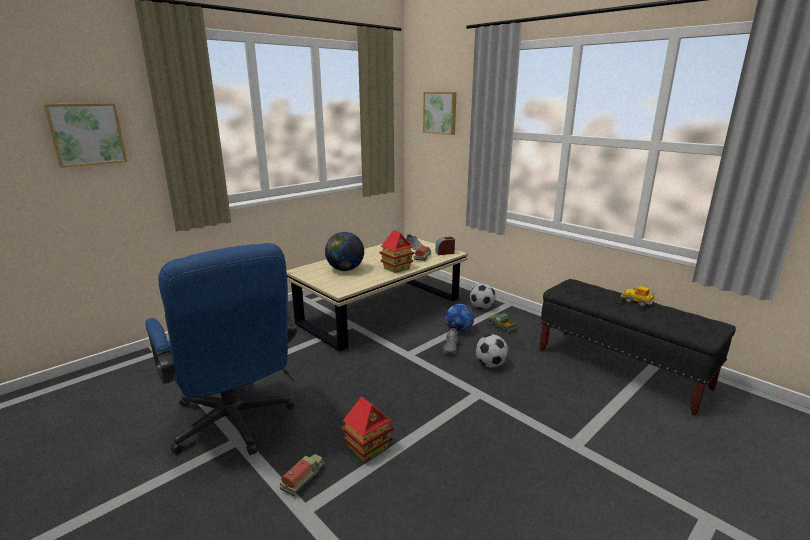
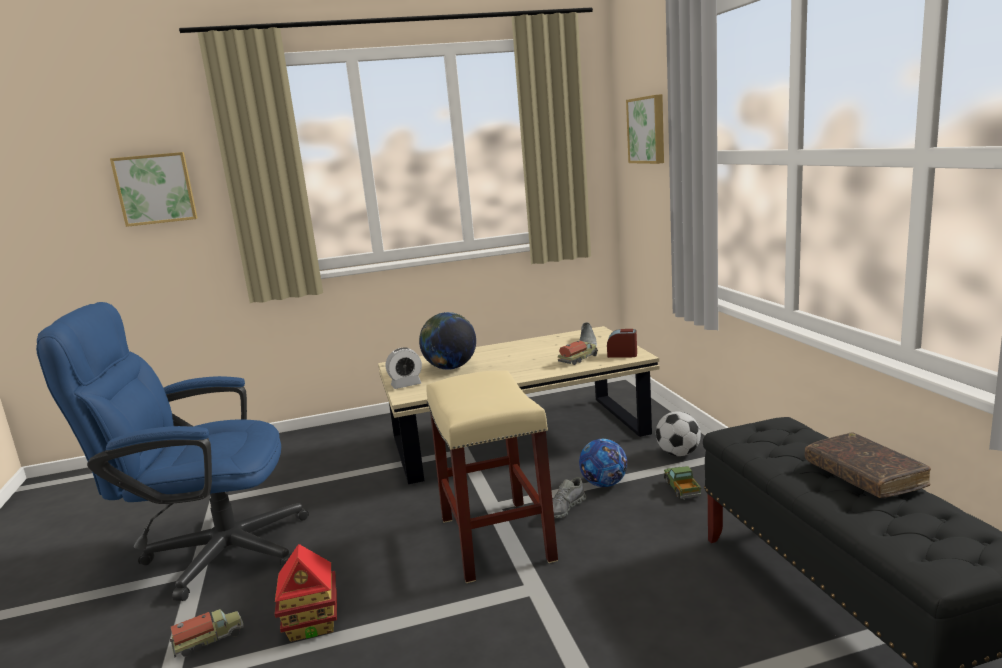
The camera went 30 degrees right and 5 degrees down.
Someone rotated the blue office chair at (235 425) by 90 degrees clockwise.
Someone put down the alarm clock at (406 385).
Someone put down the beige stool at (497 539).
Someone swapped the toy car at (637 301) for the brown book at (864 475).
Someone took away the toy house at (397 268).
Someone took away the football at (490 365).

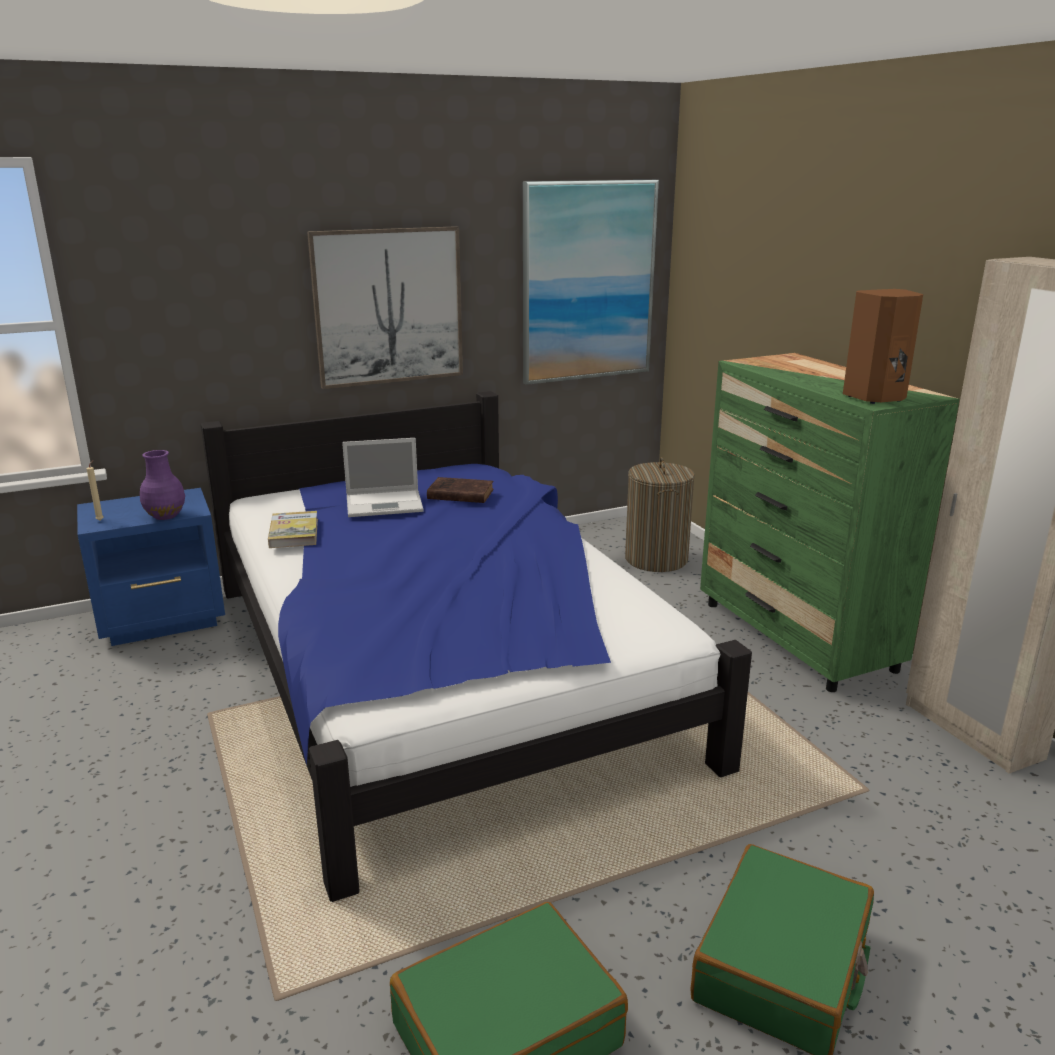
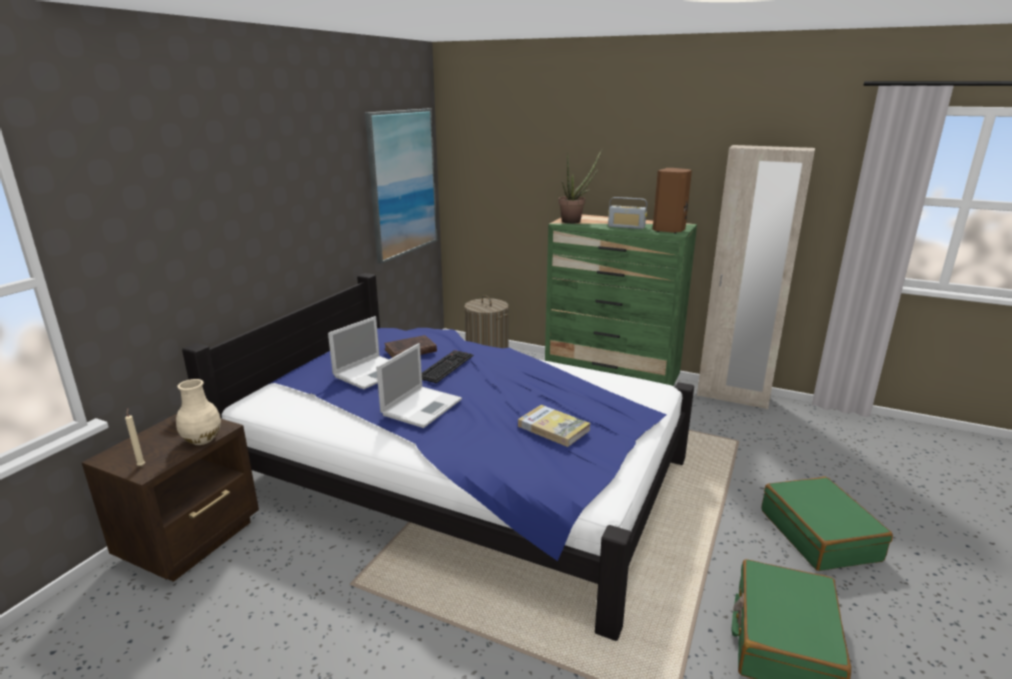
The camera went 40 degrees left and 0 degrees up.
Someone repainted the blue nightstand at (164 620), which became the brown nightstand at (193 539).
Someone repainted the purple vase at (166 516), which became the beige vase at (203 439).
Someone put down the laptop at (422 406).
Someone put down the keyboard at (445 366).
Someone carried the book from (294 533) to (553 428).
Someone put down the potted plant at (574 221).
Someone put down the radio at (626 227).
Someone took away the picture at (388 307).

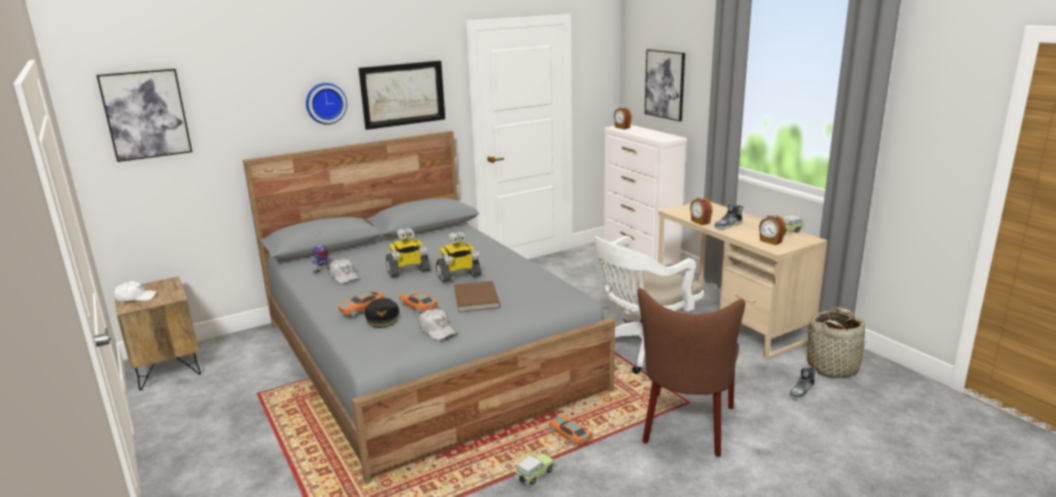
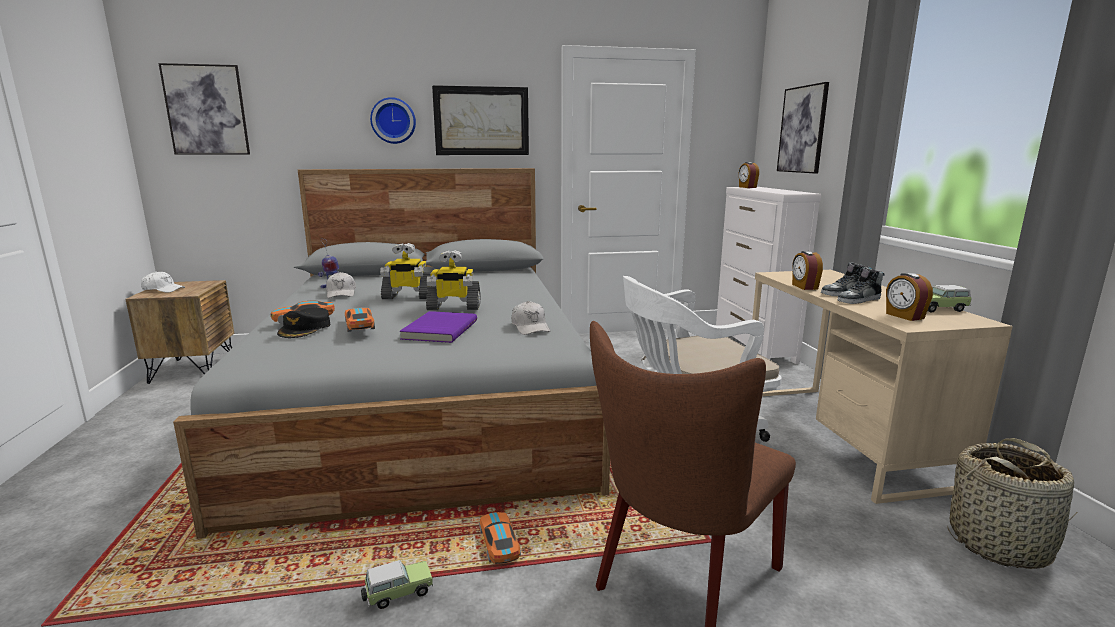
The camera went 20 degrees right and 5 degrees down.
Someone repainted the brown book at (475 299), which became the purple book at (438 330).
Someone carried the white cap from (437 330) to (530 327).
Someone carried the shoe from (802 392) to (859 300).

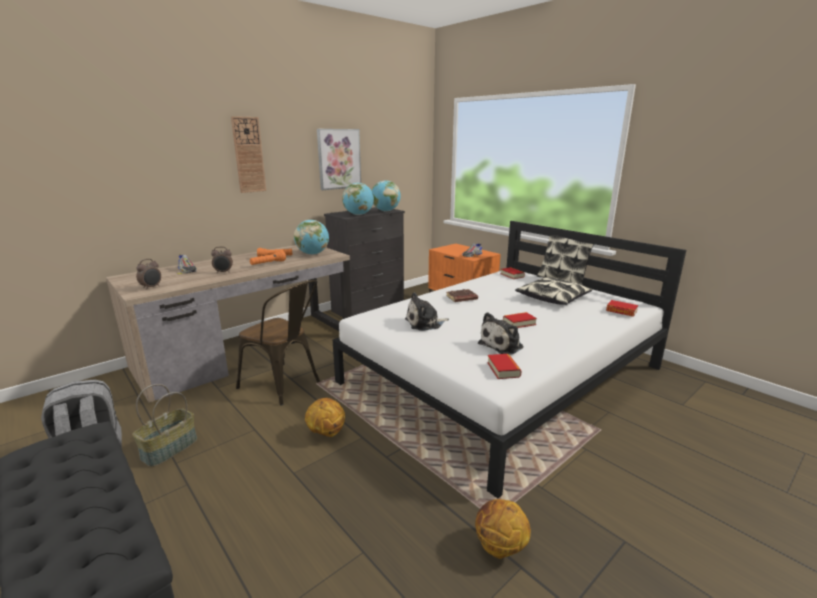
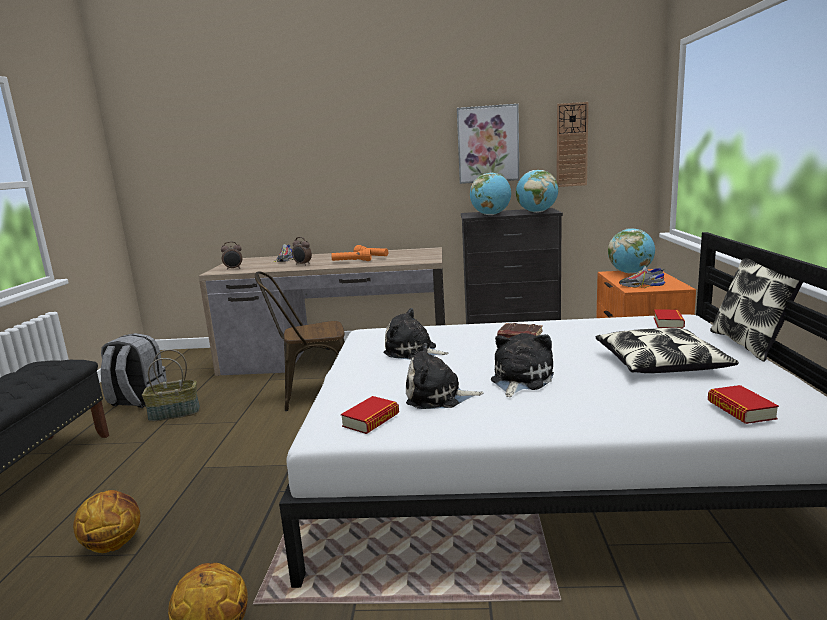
The camera went 45 degrees right and 5 degrees down.
Someone carried the basketball from (326 433) to (114 544).
Someone rotated the brown chair at (284 386) by 90 degrees clockwise.
Someone swapped the book at (519 323) for the plush toy at (519 380).
Someone carried the wall clock from (248 155) to (571 145).
Someone carried the globe from (312 254) to (630 273).

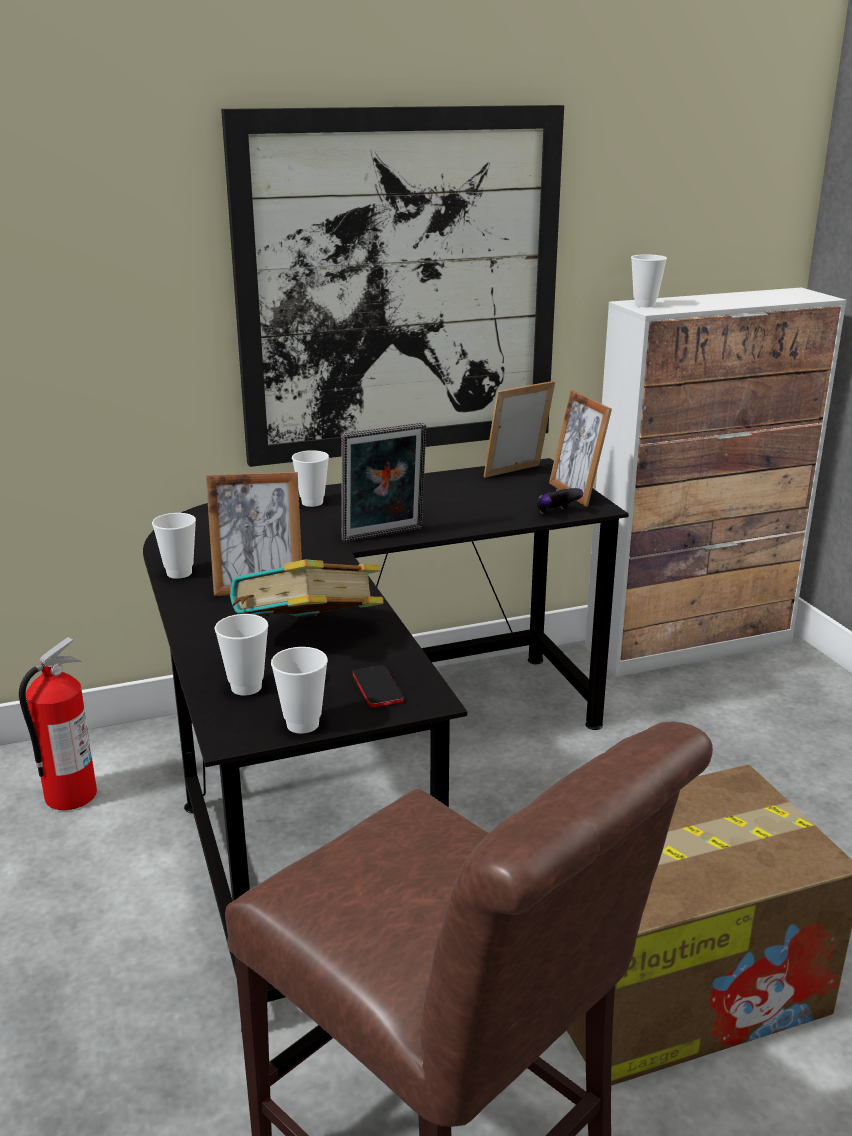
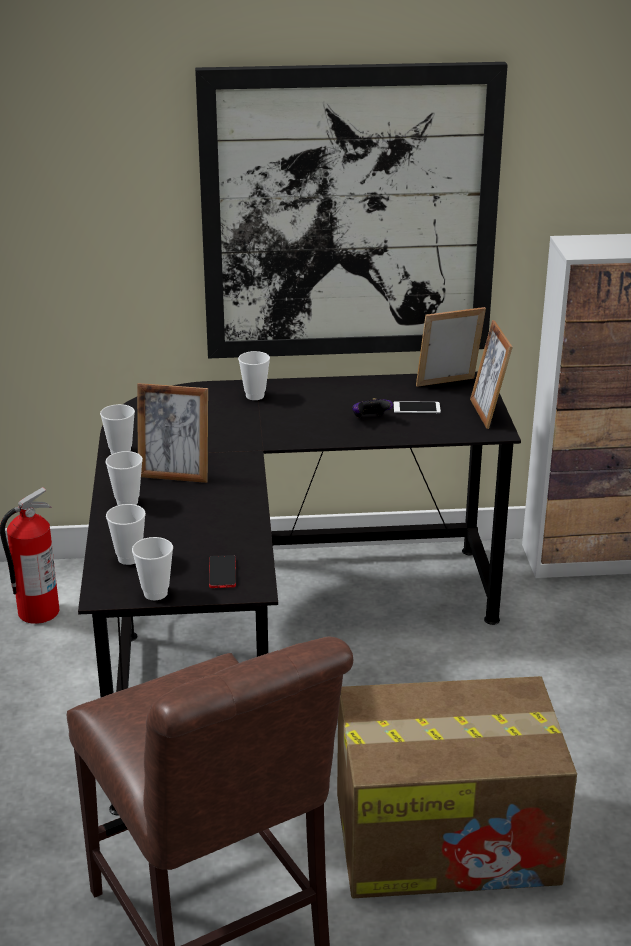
The camera went 15 degrees right and 5 degrees up.
Someone carried the cup from (644 305) to (127 502).
Someone carried the game controller from (556 513) to (370 419).
Someone put down the phone at (416 408).
Someone took away the book at (308 637).
Someone took away the picture frame at (384 535).

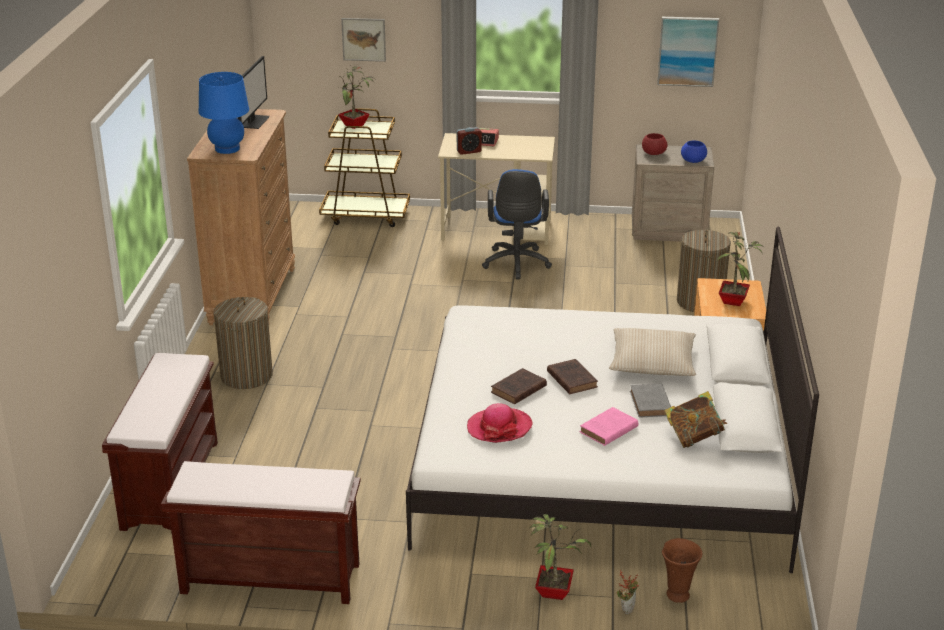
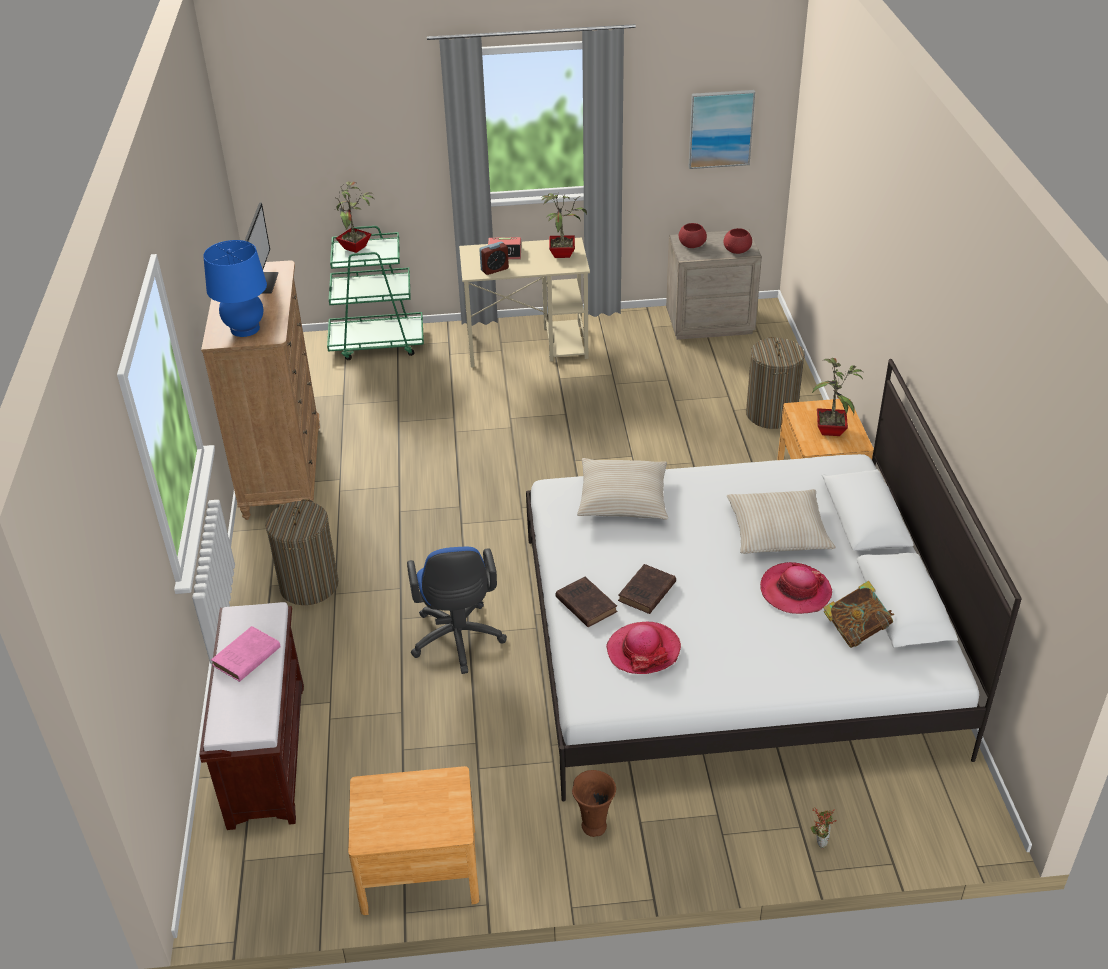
The camera went 10 degrees left and 10 degrees up.
Someone carried the pink book from (607 430) to (245 658).
Someone repainted the brown cart at (366 215), which became the green cart at (377 343).
Someone swapped the brown bench at (268 579) for the brown nightstand at (419 869).
Someone carried the blue office chair from (516 265) to (457 642).
Someone carried the potted plant from (554 591) to (562 253).
Someone carried the brown book from (571 379) to (585 604).
Someone carried the brown vase from (677 594) to (593 825).
Someone put down the beige pillow at (623 499).
Someone repainted the blue bowl at (693 161), which became the red bowl at (737 251).
Someone swapped the grey book at (650 404) for the hat at (795 591).
Someone took away the picture at (363 39).

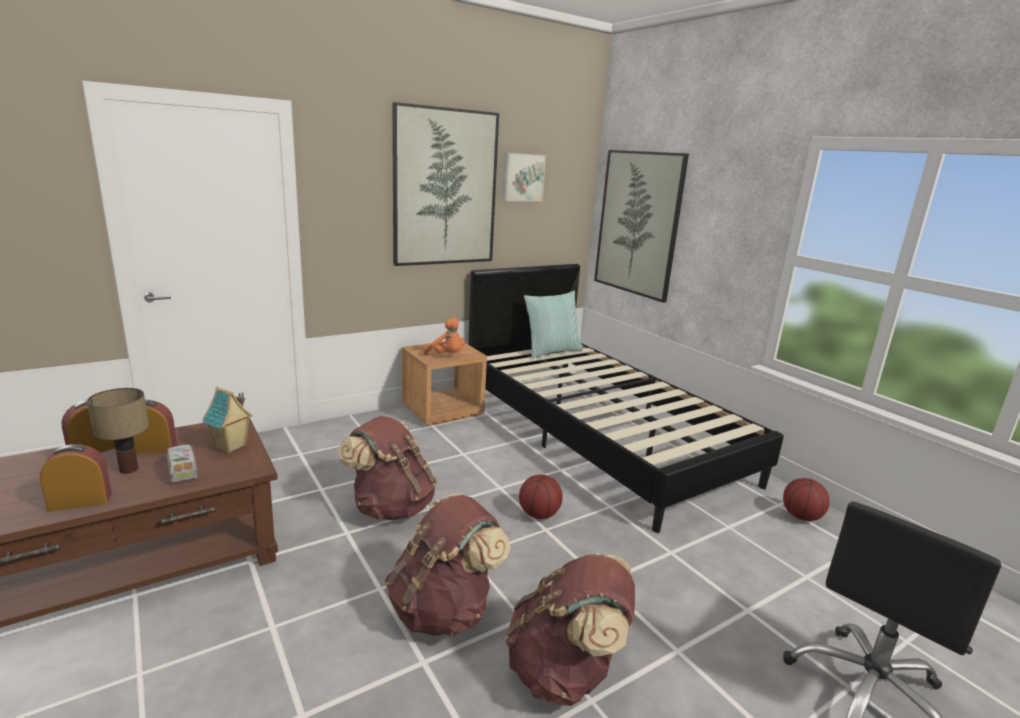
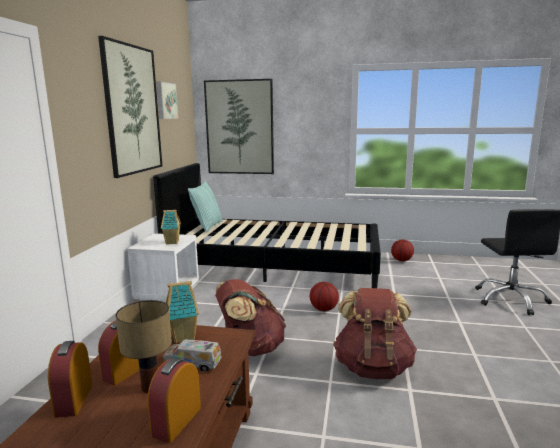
The camera went 45 degrees left and 5 degrees down.
Someone repainted the brown nightstand at (443 411), which became the white nightstand at (167 291).
Someone swapped the orange plush toy at (447 355) for the toy house at (172 242).
Someone took away the brown backpack at (565 672).

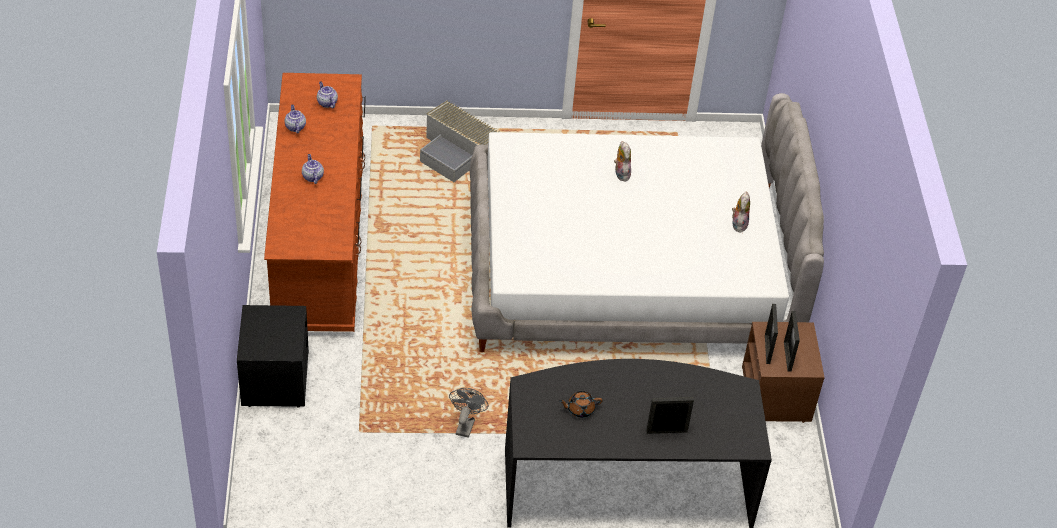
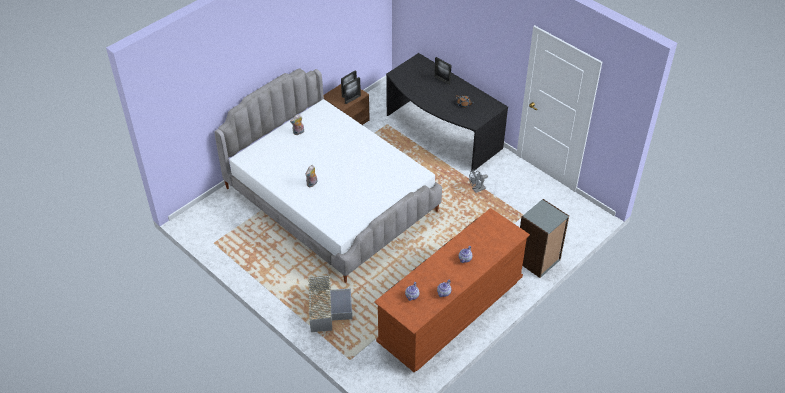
The camera went 130 degrees left and 0 degrees up.
Someone swapped the black nightstand at (274 378) for the grey bookcase at (538 260).

